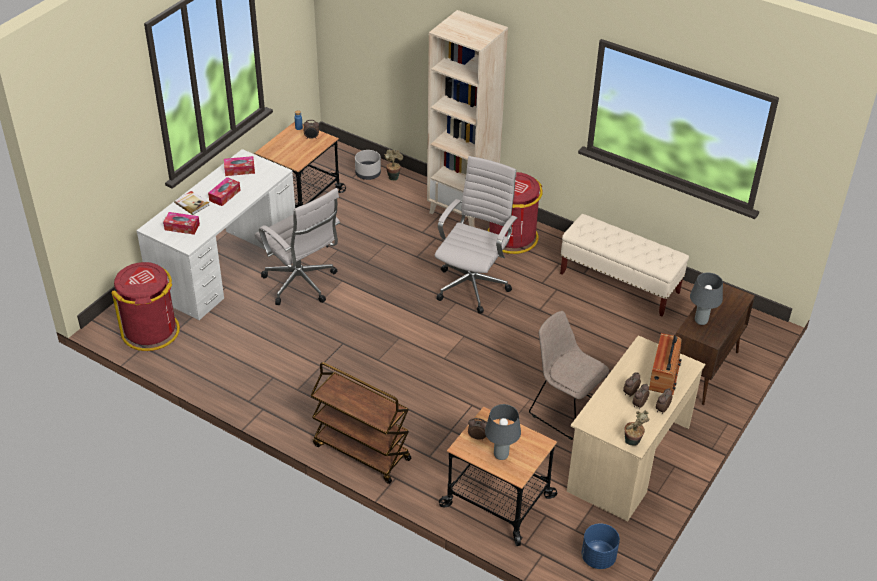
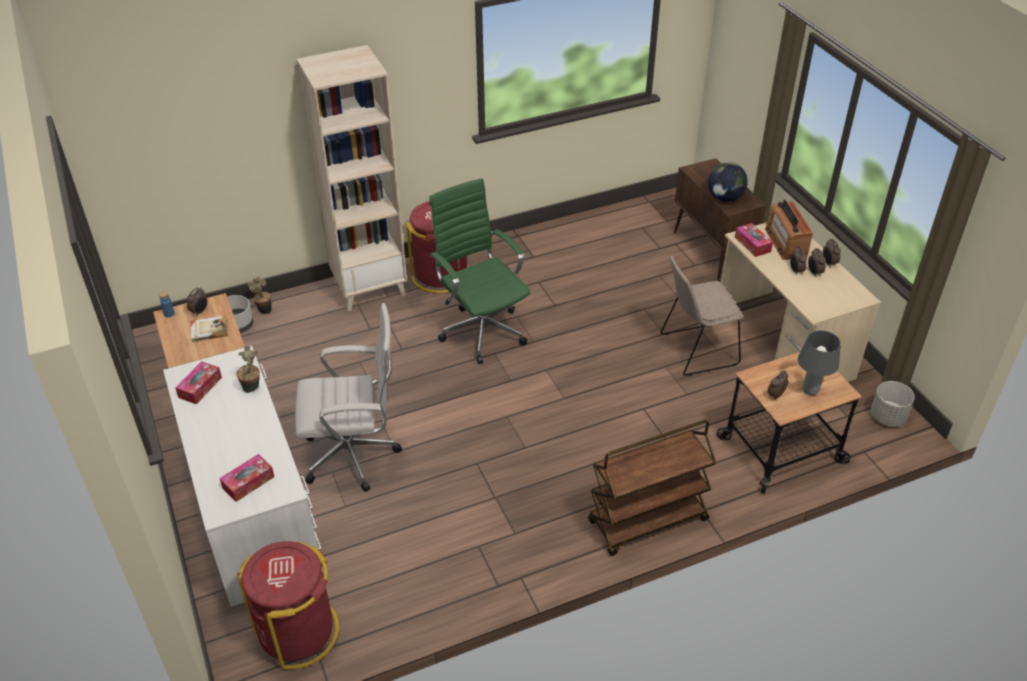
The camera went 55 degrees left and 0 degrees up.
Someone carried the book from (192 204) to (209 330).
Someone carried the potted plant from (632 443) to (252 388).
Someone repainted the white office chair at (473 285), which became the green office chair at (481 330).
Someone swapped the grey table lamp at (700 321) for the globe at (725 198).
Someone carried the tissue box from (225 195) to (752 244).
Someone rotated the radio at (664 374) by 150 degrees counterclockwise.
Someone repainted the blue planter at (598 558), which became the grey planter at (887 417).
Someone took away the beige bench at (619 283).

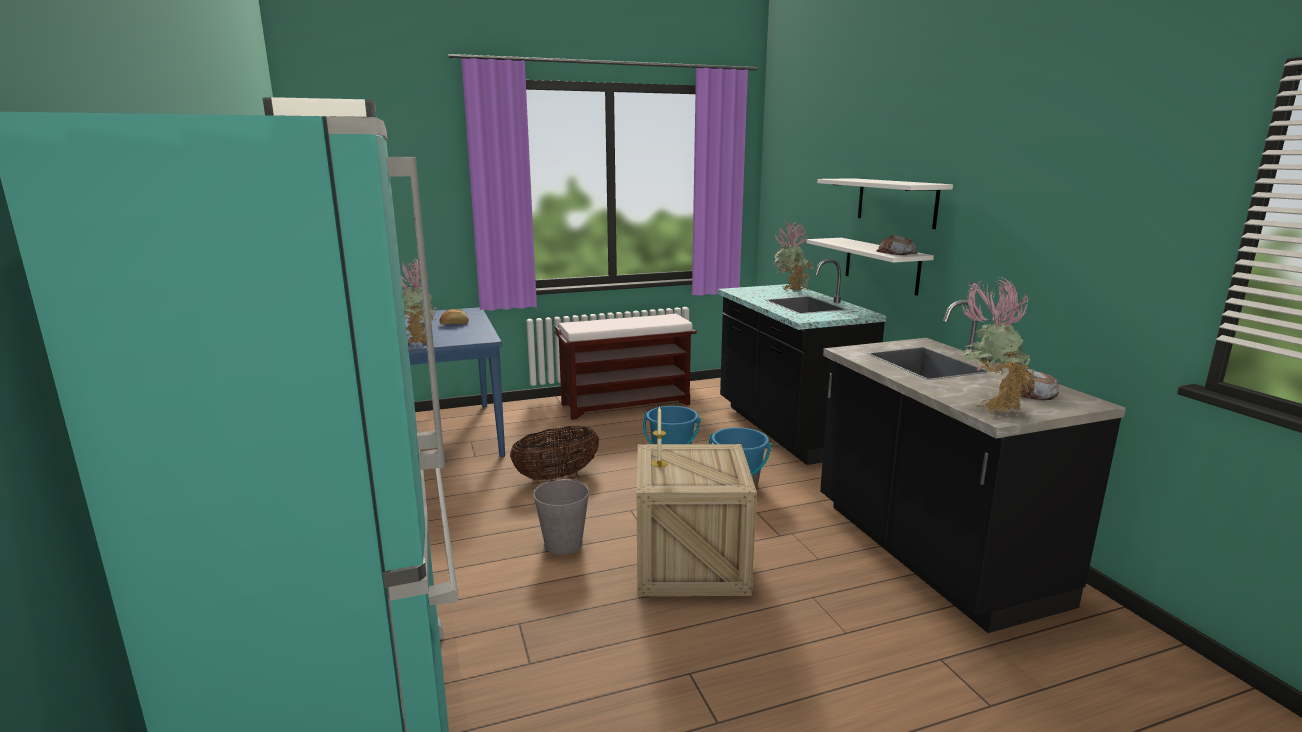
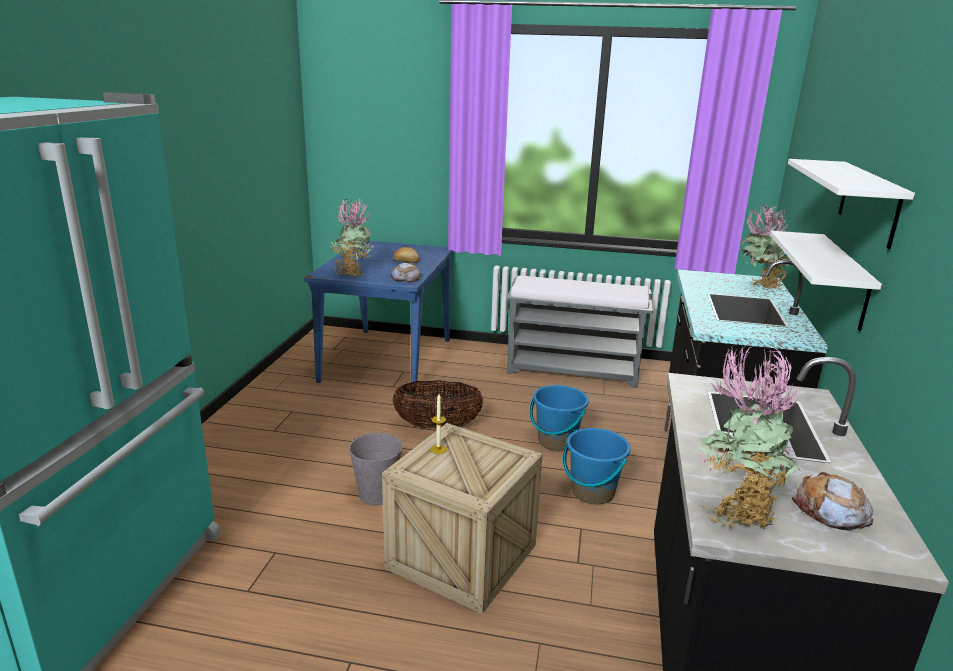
The camera went 30 degrees right and 5 degrees up.
Someone carried the bread from (896 253) to (405 277).
Someone repainted the brown bench at (626 404), which became the grey bench at (573 370).

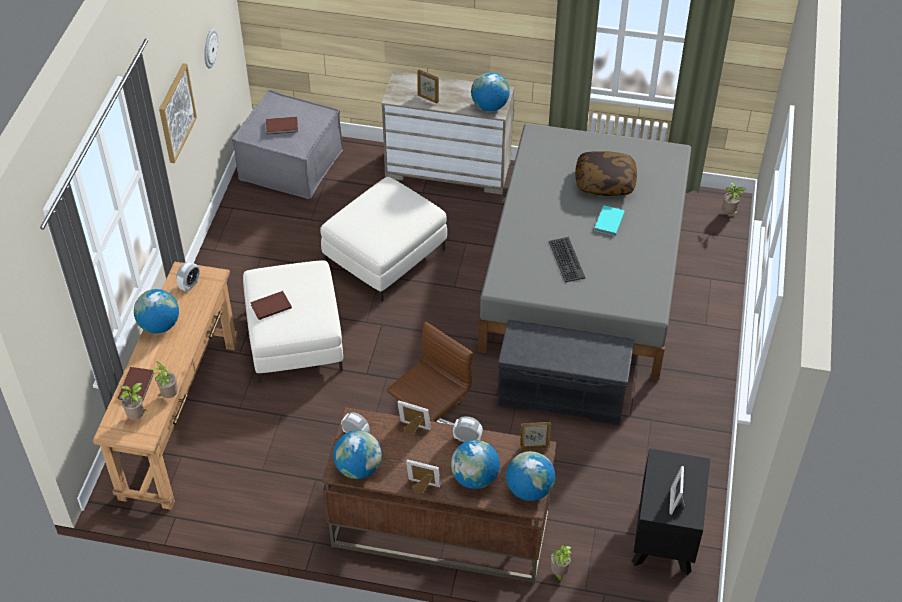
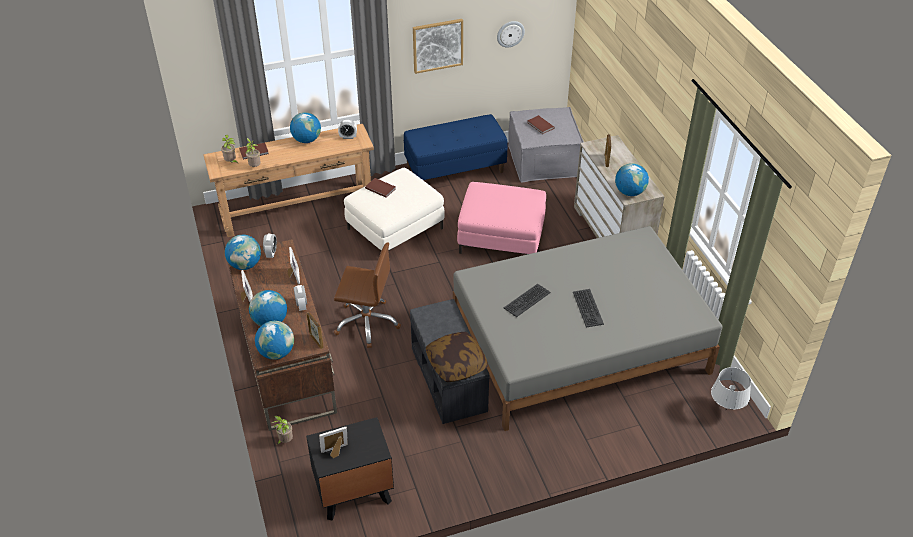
The camera went 60 degrees right and 5 degrees down.
Someone put down the blue bench at (455 169).
Someone carried the pillow from (605 182) to (456 364).
Someone repainted the white ottoman at (385 256), which became the pink ottoman at (501 237).
Someone swapped the turquoise book at (608 221) for the keyboard at (587 308).
Someone swapped the potted plant at (729 213) for the grey table lamp at (725 410).

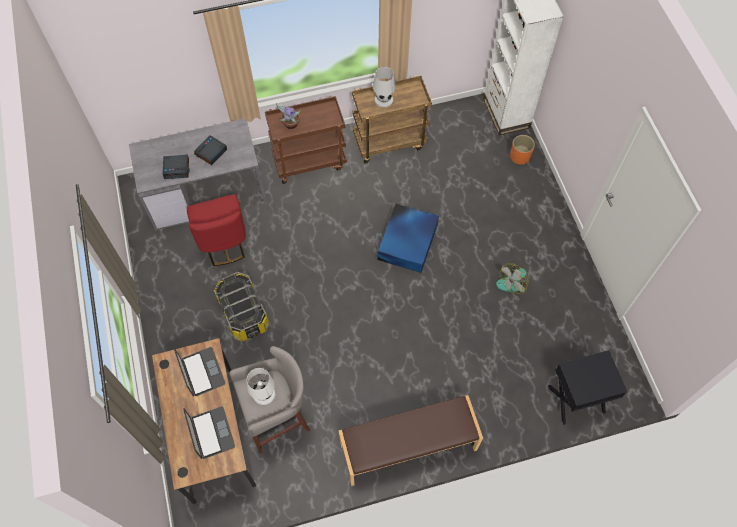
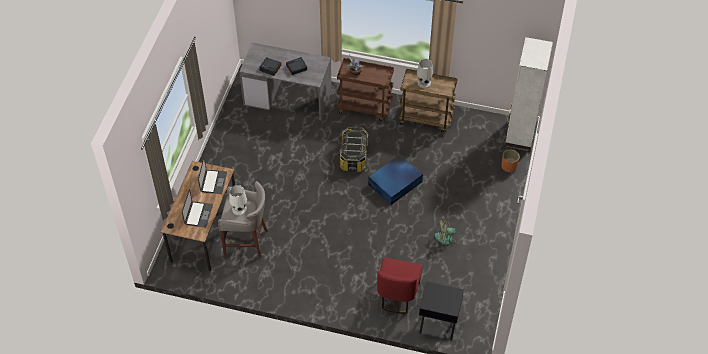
The camera went 30 degrees right and 10 degrees down.
Someone carried the storage box from (243 313) to (353 156).
Someone carried the red chair from (223 242) to (397 295).
Someone took away the brown bench at (408 447).

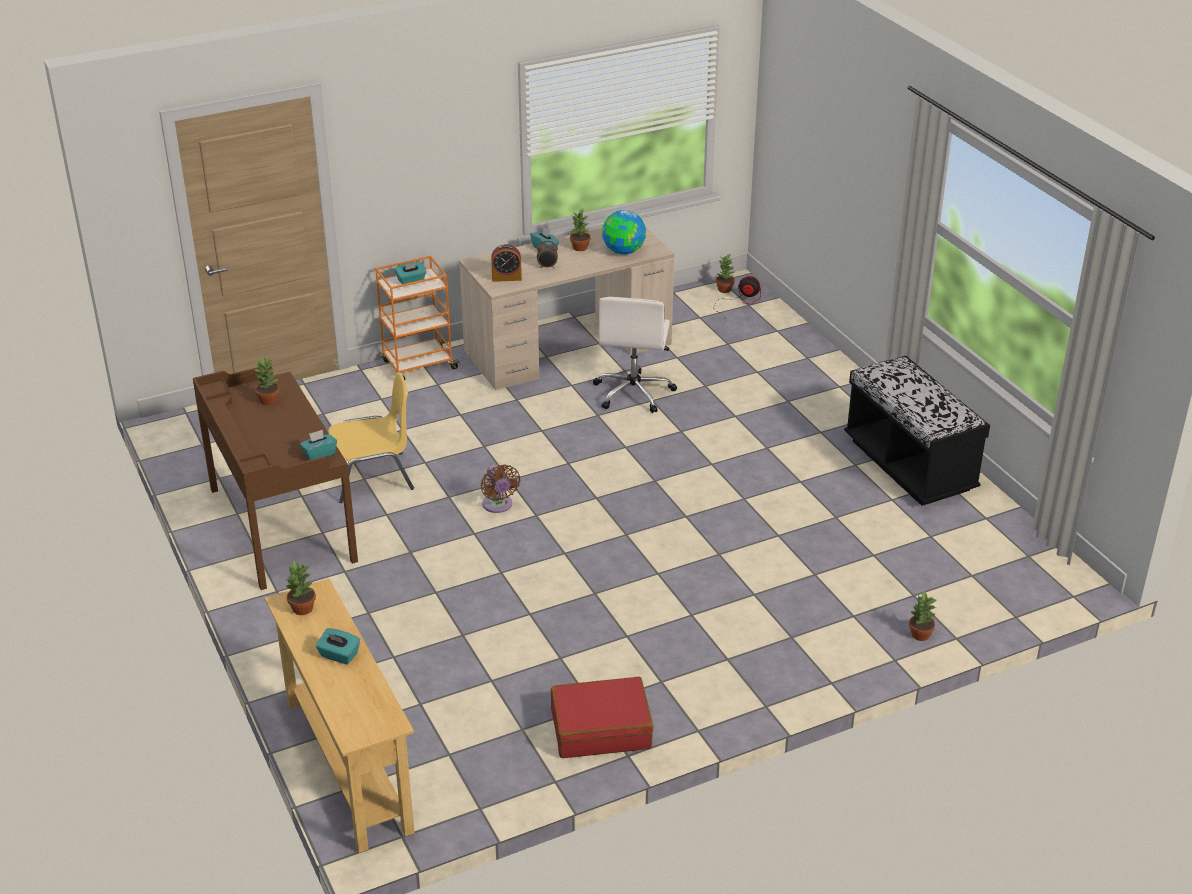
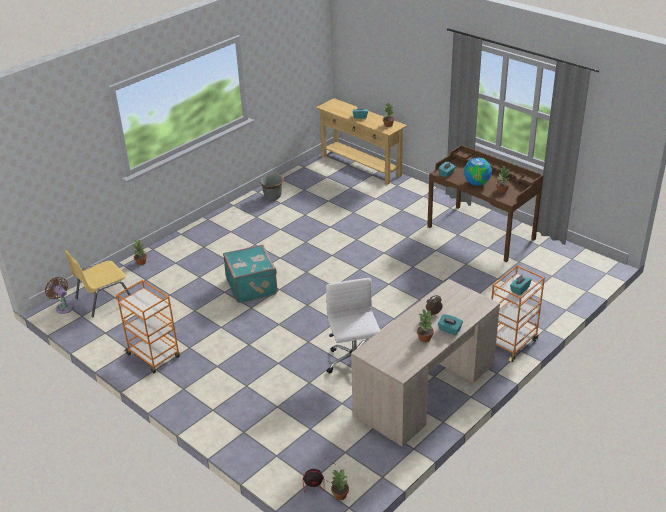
The camera went 160 degrees right and 0 degrees up.
Someone carried the brown fan from (498 506) to (63 307).
Someone carried the yellow chair from (373 476) to (103 299).
Someone swapped the black bench at (909 465) for the orange cart at (154 356).
Someone put down the turquoise suitcase at (252 286).
Someone swapped the red suitcase at (601 728) for the grey planter at (273 197).
Someone carried the globe from (623 251) to (476 183).
Someone took away the alarm clock at (506 278).

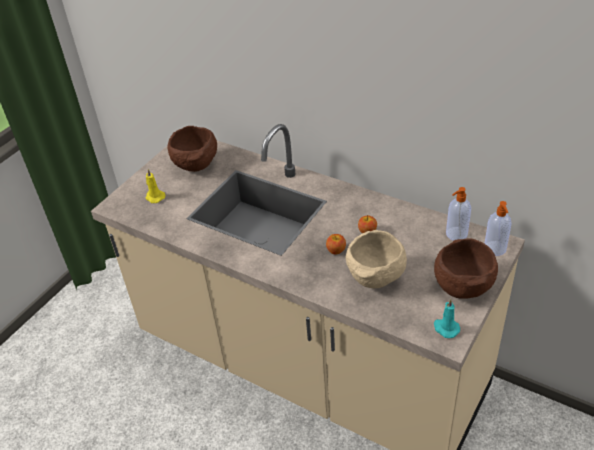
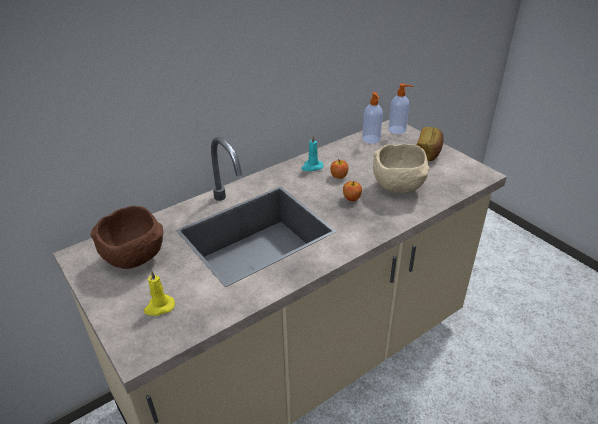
The camera went 70 degrees left and 5 degrees down.
Someone carried the turquoise candle from (445 328) to (312 167).
Someone swapped the brown bowl at (462 286) for the bread at (429 153).

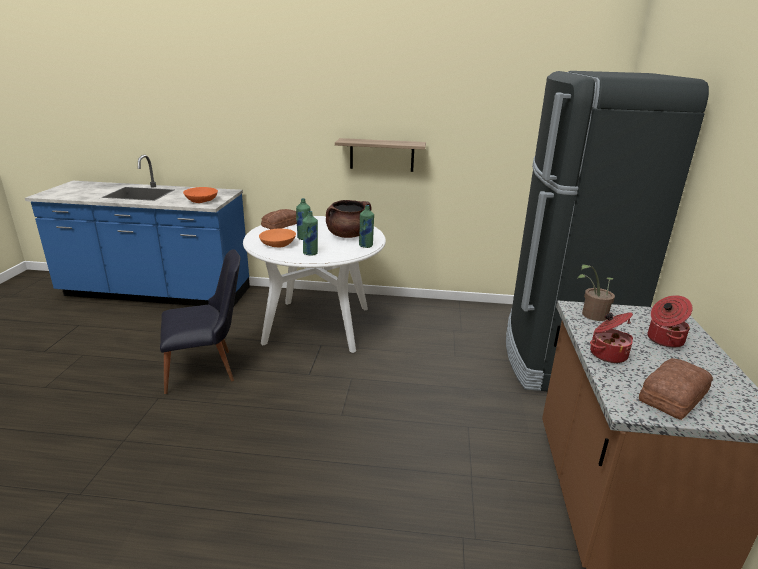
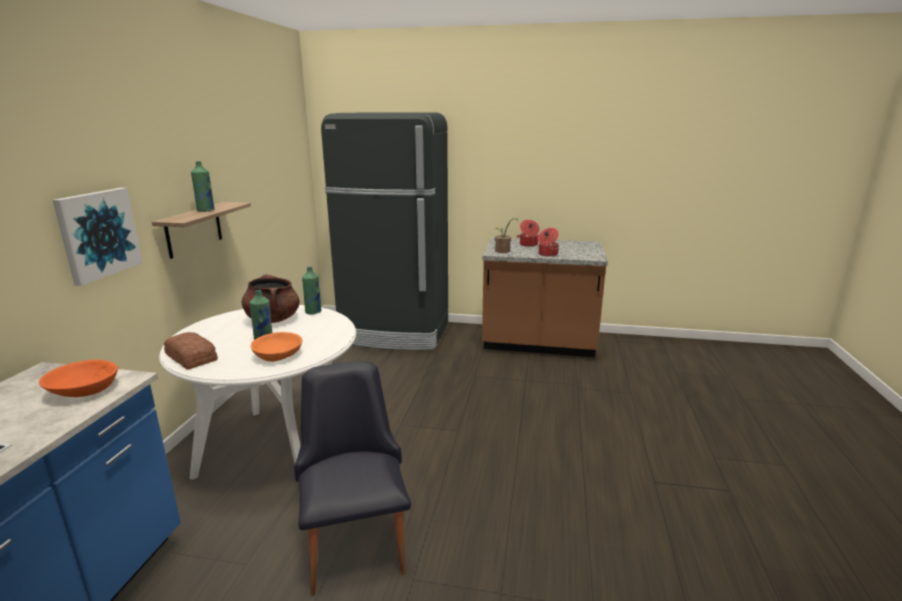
The camera went 85 degrees left and 5 degrees down.
Someone put up the picture at (98 234).
Someone carried the green bottle from (310 253) to (206 210).
Someone took away the bread at (671 395).

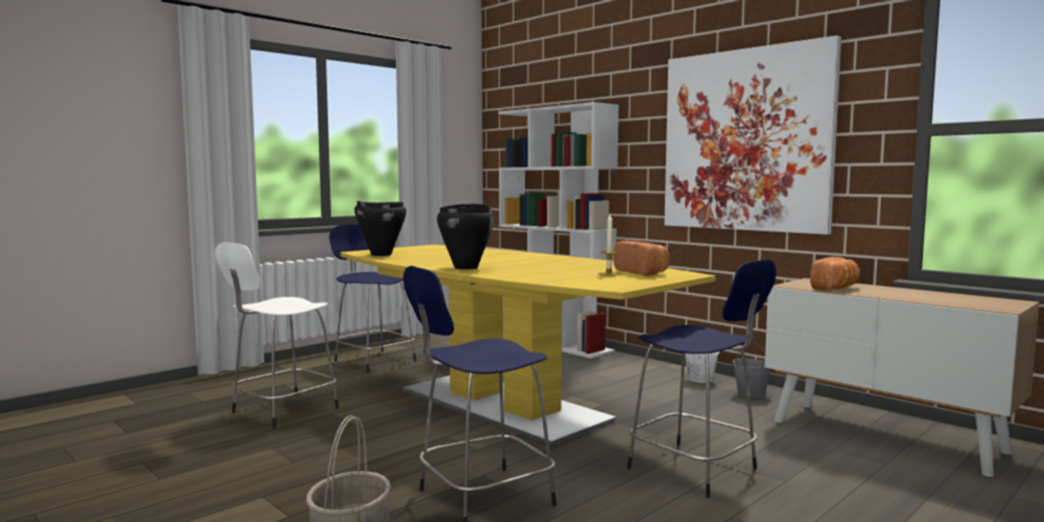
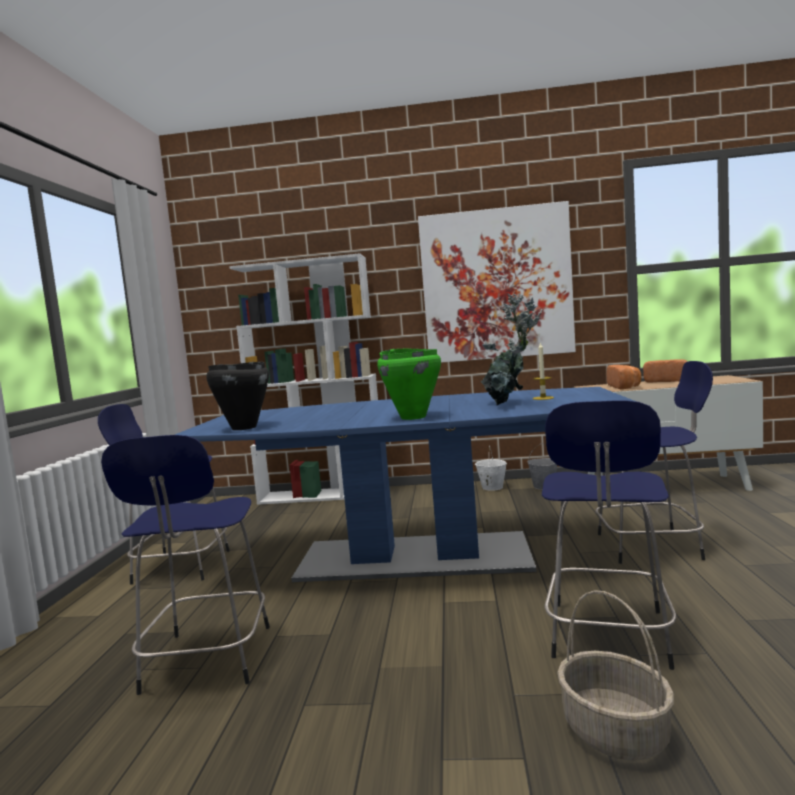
The camera went 40 degrees left and 0 degrees up.
Someone repainted the white stool at (282 411), which became the blue stool at (207 661).
Someone repainted the yellow dining table at (503 405), which became the blue dining table at (415 557).
Someone repainted the black cooking pot at (466 268), which became the green cooking pot at (413 417).
Someone put down the potted plant at (509 404).
Someone carried the bread from (643 272) to (665 381).

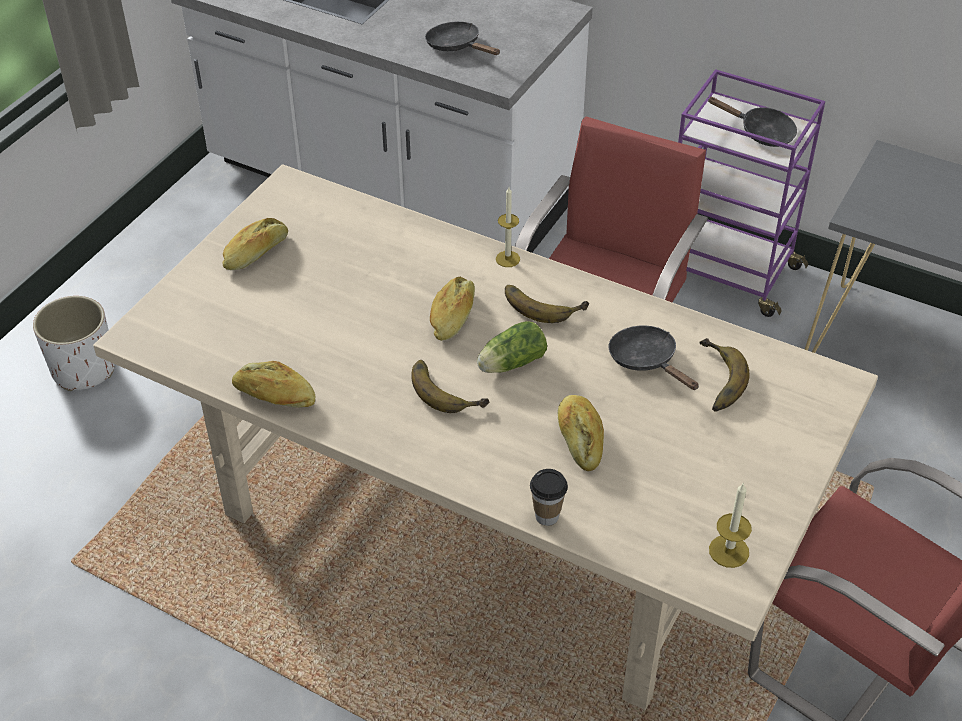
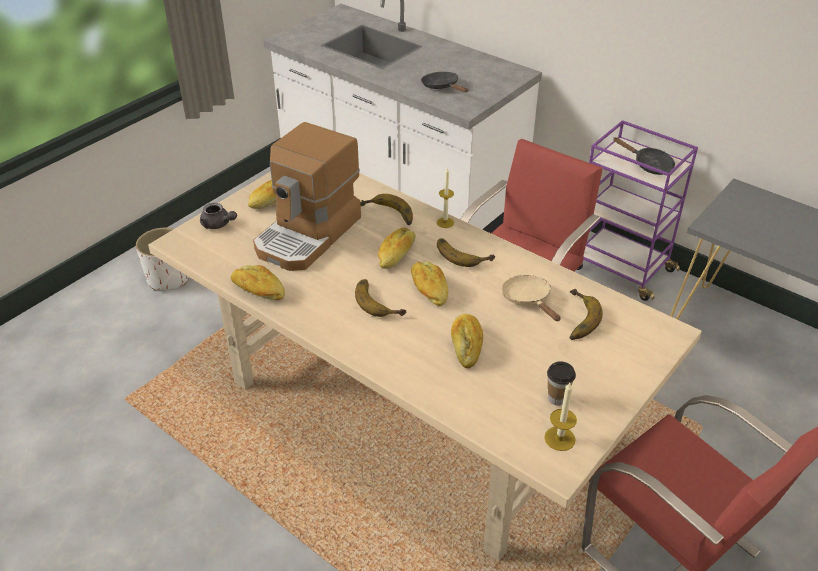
The camera went 10 degrees right and 5 degrees down.
Someone put down the grey teapot at (218 224).
Someone put down the coffee machine at (309 235).
Someone put down the banana at (387 215).
Someone swapped the lettuce at (509 364) for the bread at (428 290).
Someone repainted the black frying pan at (646 361), which became the beige frying pan at (528 299).
Someone carried the cup from (547 516) to (557 399).

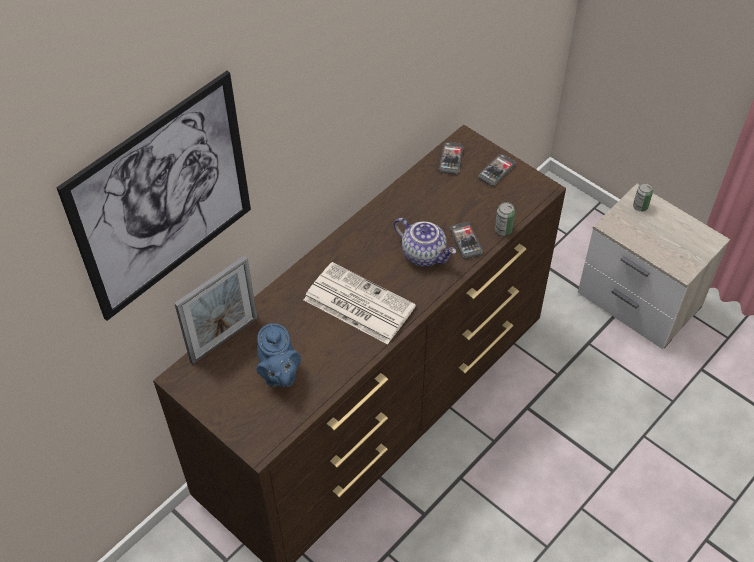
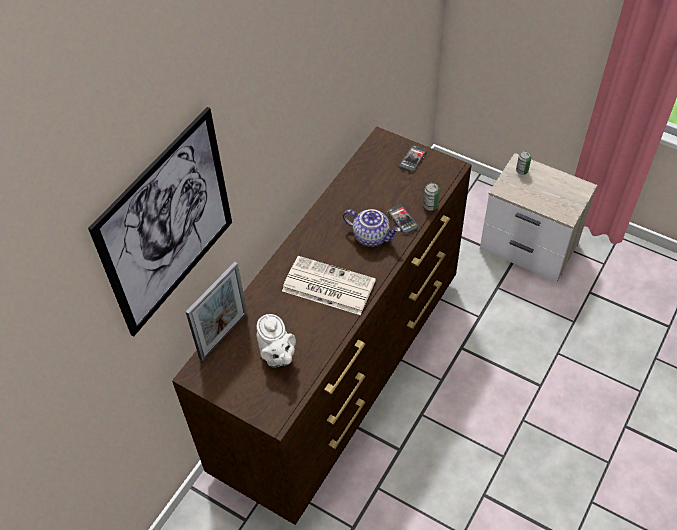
The camera went 10 degrees left and 0 degrees up.
Someone repainted the blue teapot at (279 375), which became the white teapot at (277 356).
Someone took away the phone at (451 159).

